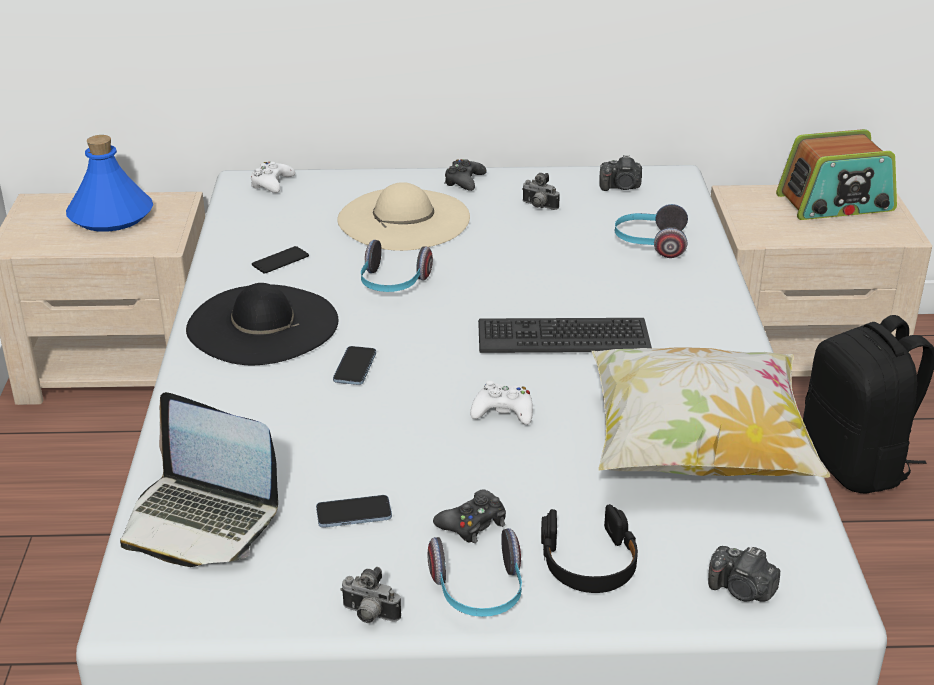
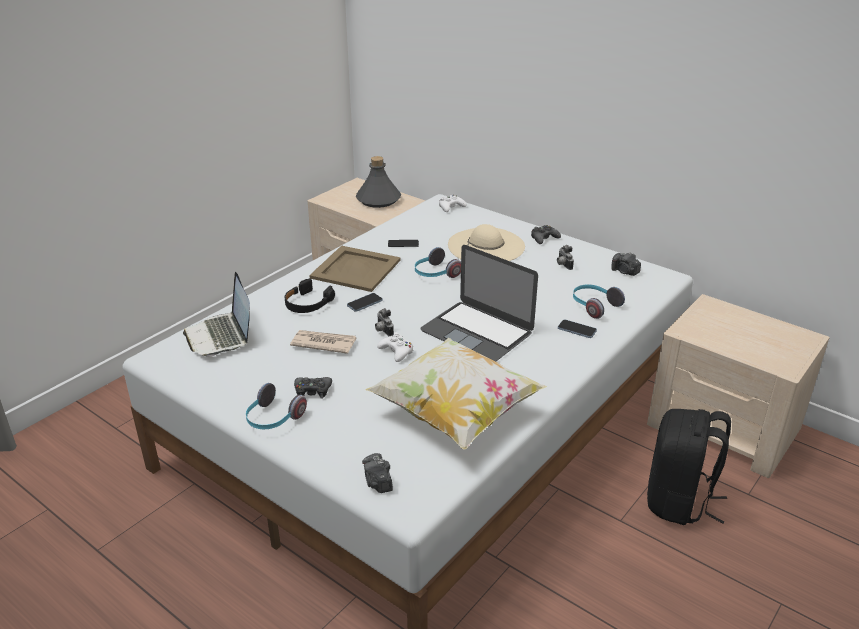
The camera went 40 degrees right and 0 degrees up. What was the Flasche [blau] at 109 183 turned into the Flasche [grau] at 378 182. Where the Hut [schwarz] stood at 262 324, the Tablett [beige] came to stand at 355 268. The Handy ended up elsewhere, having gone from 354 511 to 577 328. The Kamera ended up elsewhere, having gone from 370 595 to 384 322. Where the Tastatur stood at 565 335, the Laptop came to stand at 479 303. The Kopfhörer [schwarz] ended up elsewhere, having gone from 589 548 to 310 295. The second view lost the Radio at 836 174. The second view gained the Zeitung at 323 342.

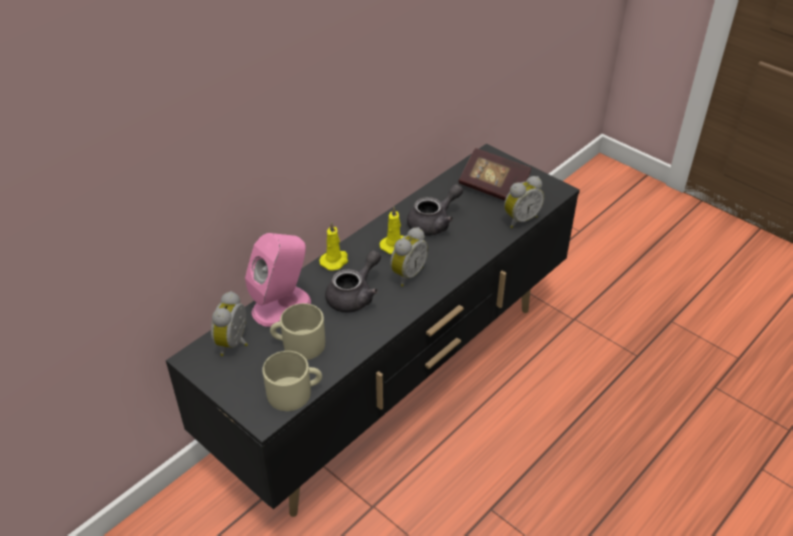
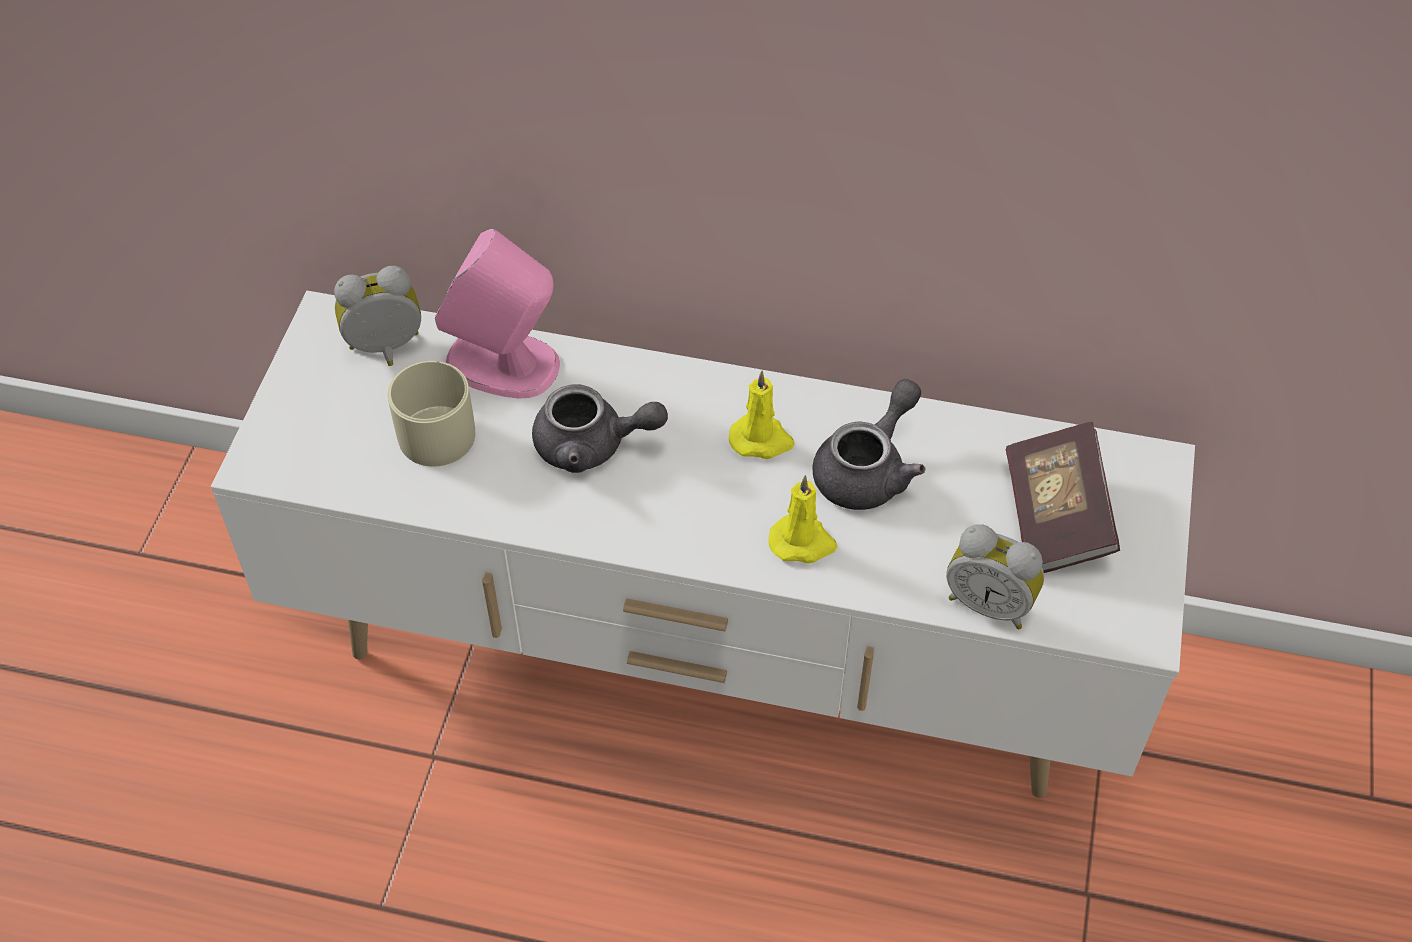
The camera went 60 degrees right and 10 degrees up. What was the Fernsehschrank [schwarz] at 373 330 turned into the Fernsehschrank [weiß] at 703 544. The second view lost the Henkelbecher [beige] at 292 381. The Kerze [gelb] ended up elsewhere, having gone from 333 246 to 803 519. The second view lost the Wecker at 409 257. The Teekanne [grau] at 435 210 ended up facing another way, 75 degrees counterclockwise from before.

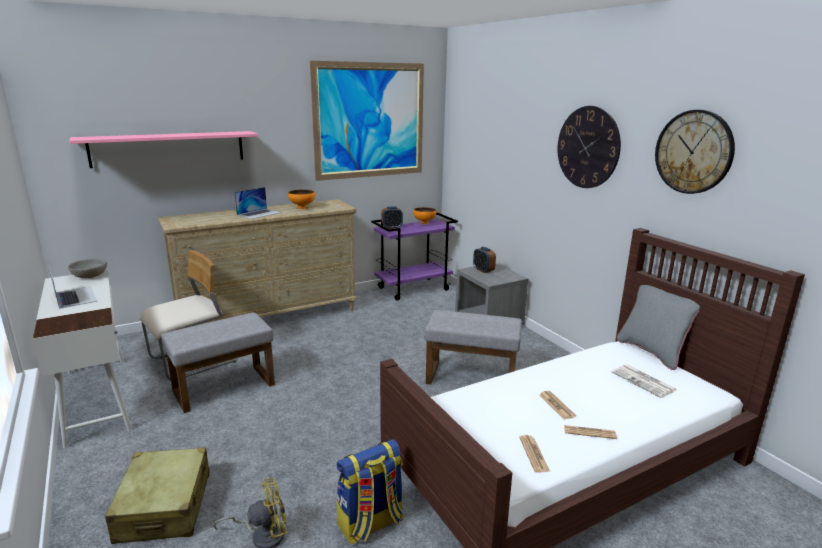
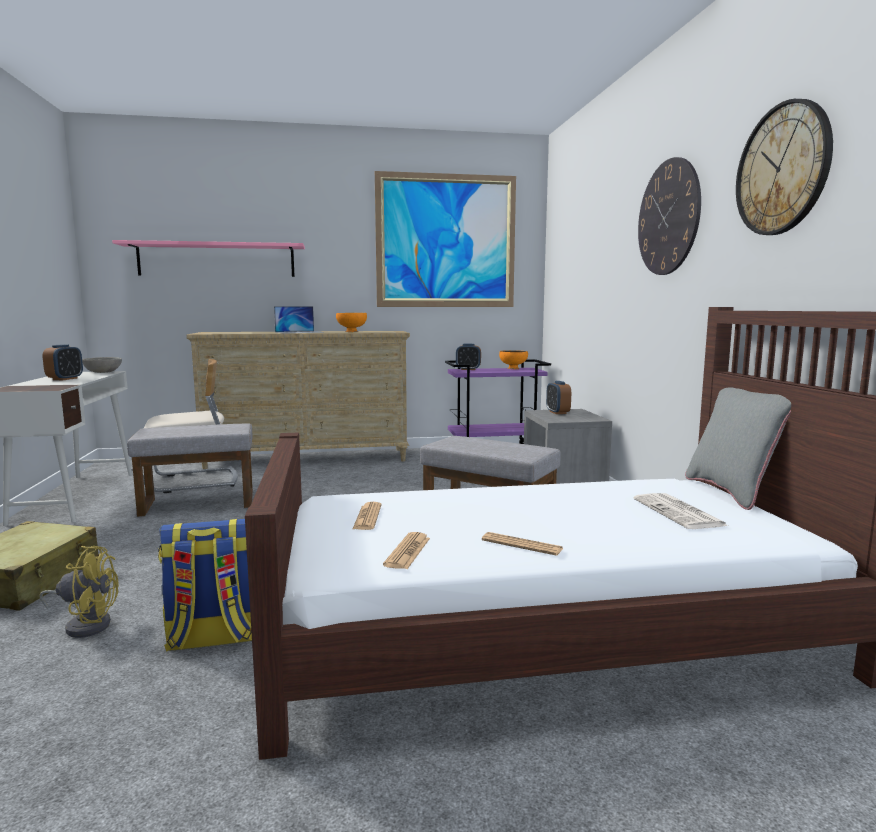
The camera went 20 degrees right and 10 degrees down. Where the Laptop stood at 72 287, the Wecker came to stand at 63 362. The Zeitung ended up elsewhere, having gone from 557 405 to 367 516.

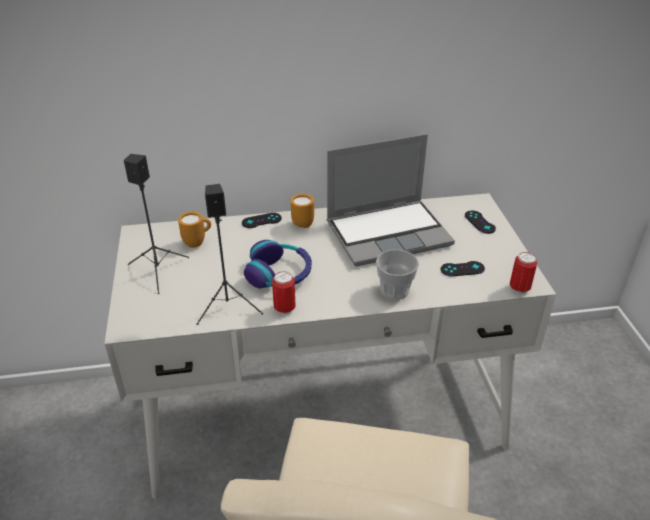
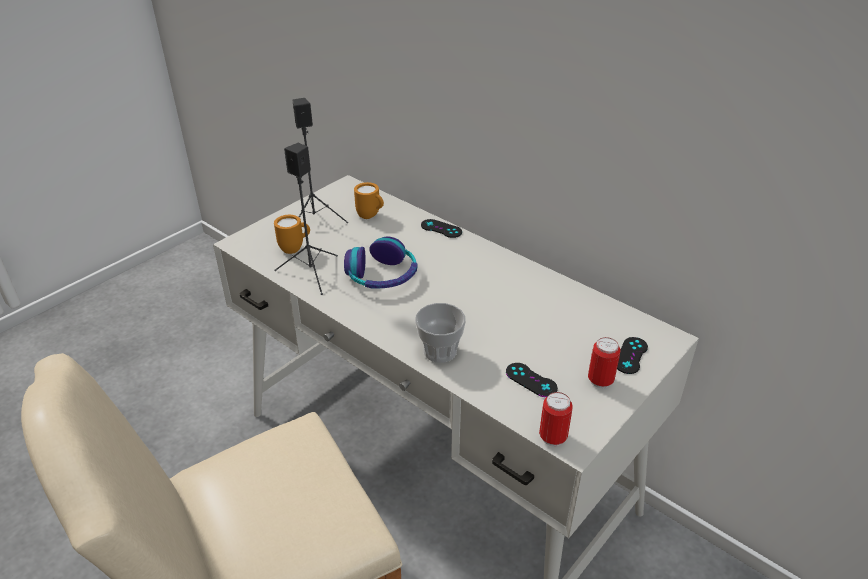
The camera went 50 degrees right and 0 degrees up. The Dose ended up elsewhere, having gone from 283 293 to 604 362. The Henkelbecher [orange] ended up elsewhere, having gone from 302 211 to 292 234. The second view lost the Laptop at 391 200.

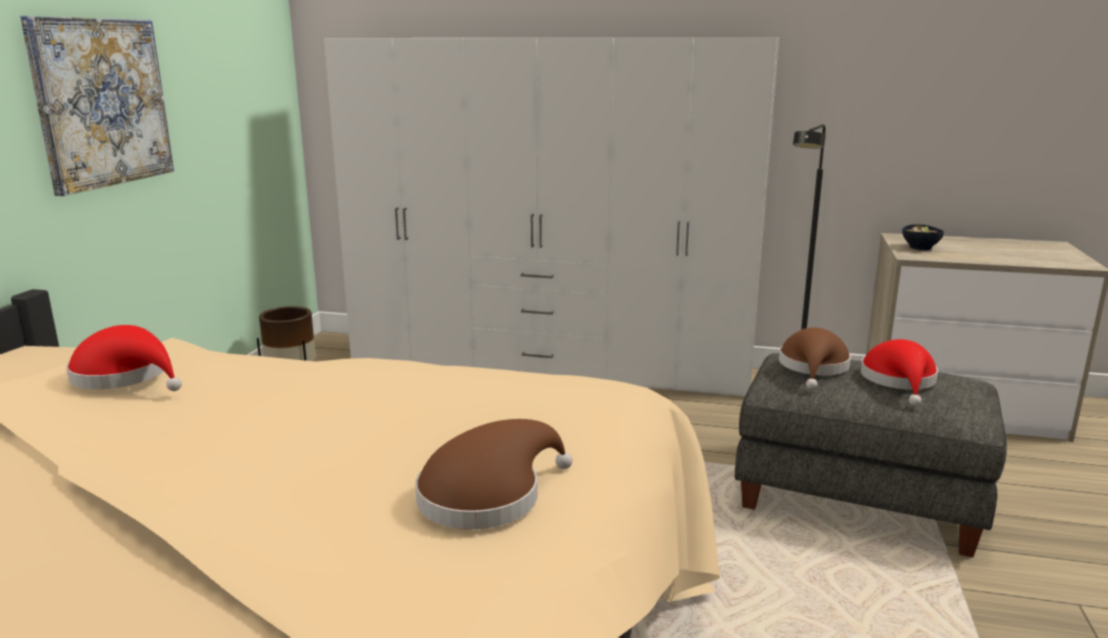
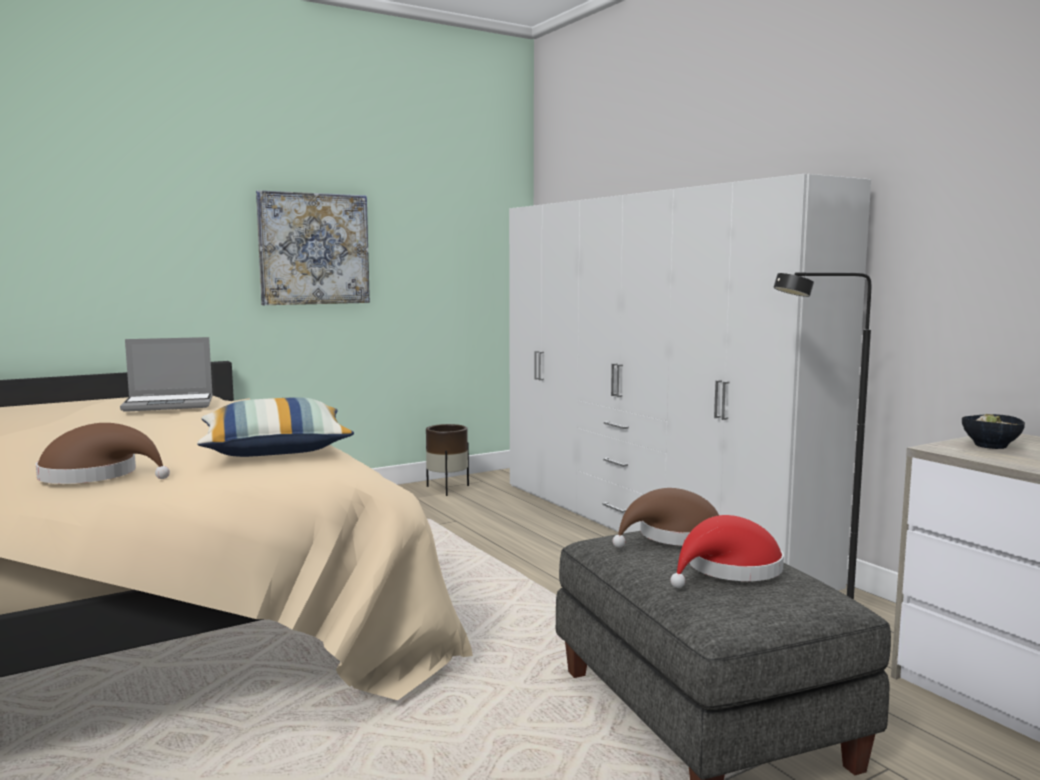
The camera went 45 degrees right and 10 degrees down. Where the Hut [rot] stood at 124 358, the Laptop came to stand at 166 374. The second view gained the Kissen at 275 427.

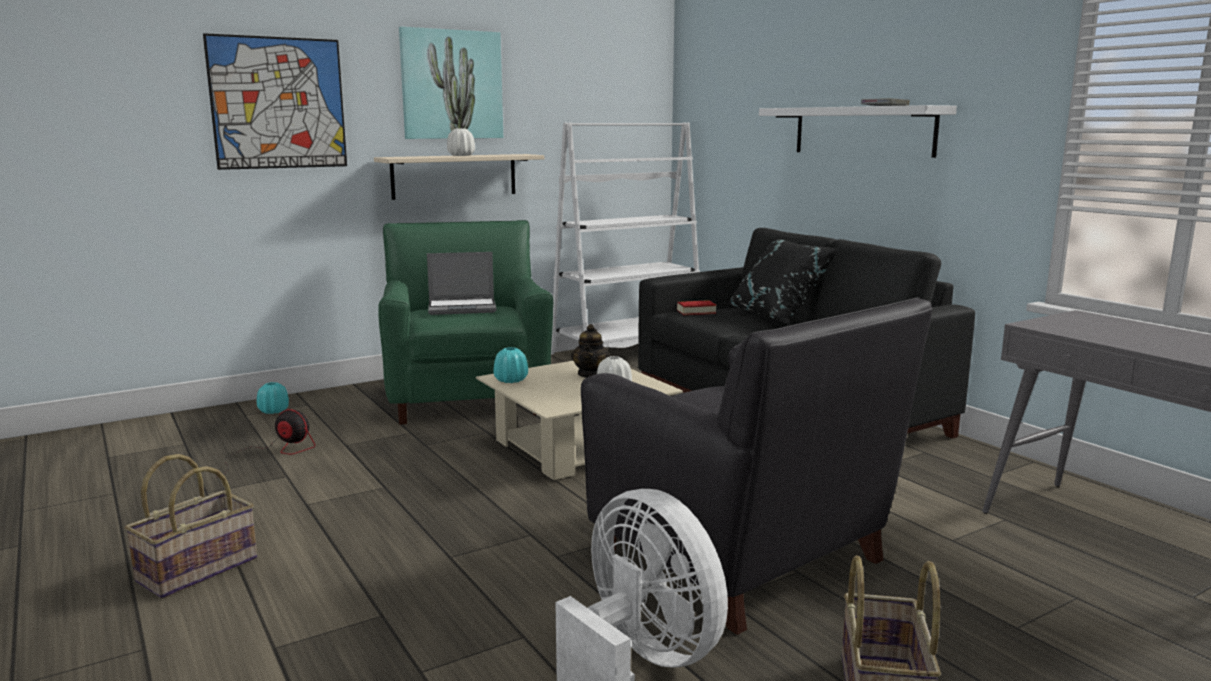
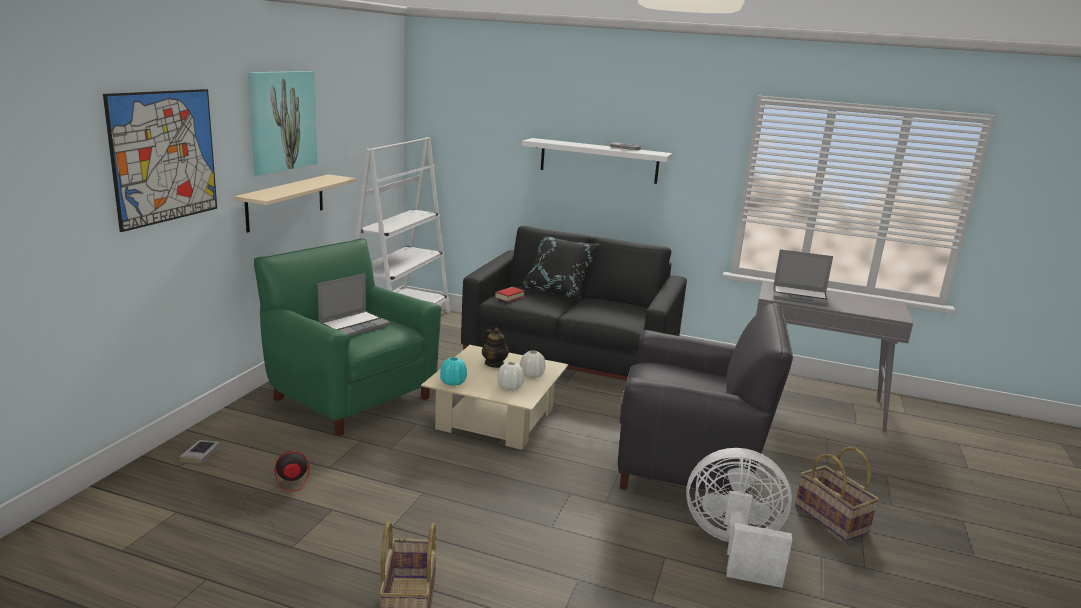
The camera went 40 degrees left and 5 degrees up. Where the Vase [türkis] stood at 273 398, the Buch came to stand at 200 451. The Vase [weiß] ended up elsewhere, having gone from 461 142 to 510 376. The second view gained the Laptop at 803 277.

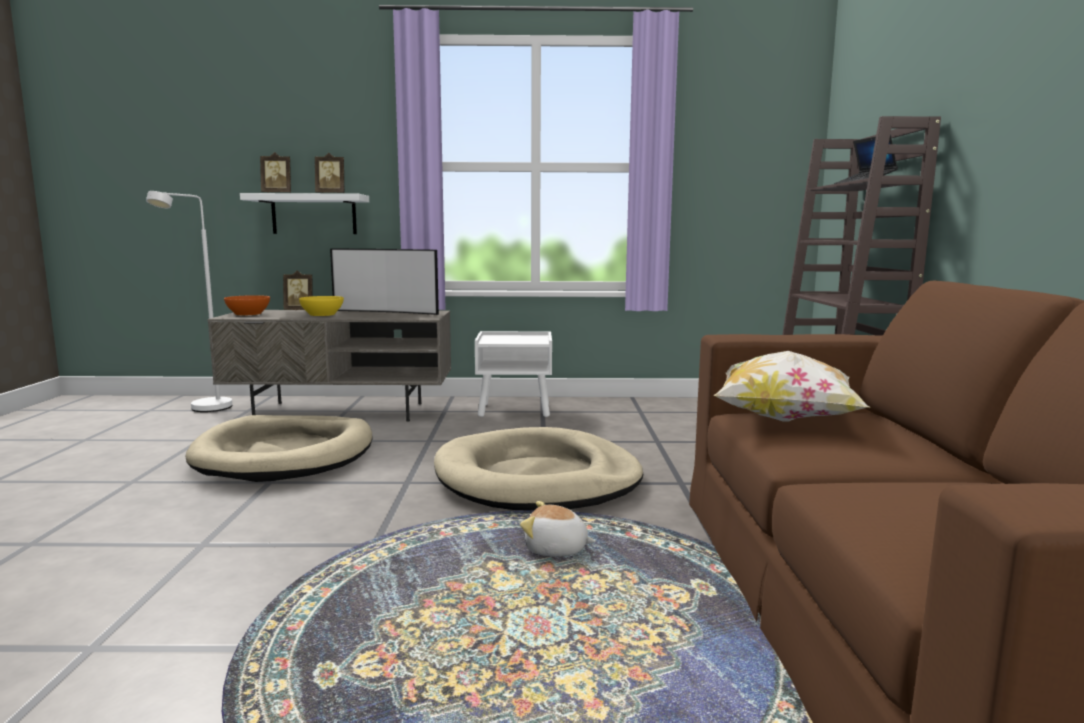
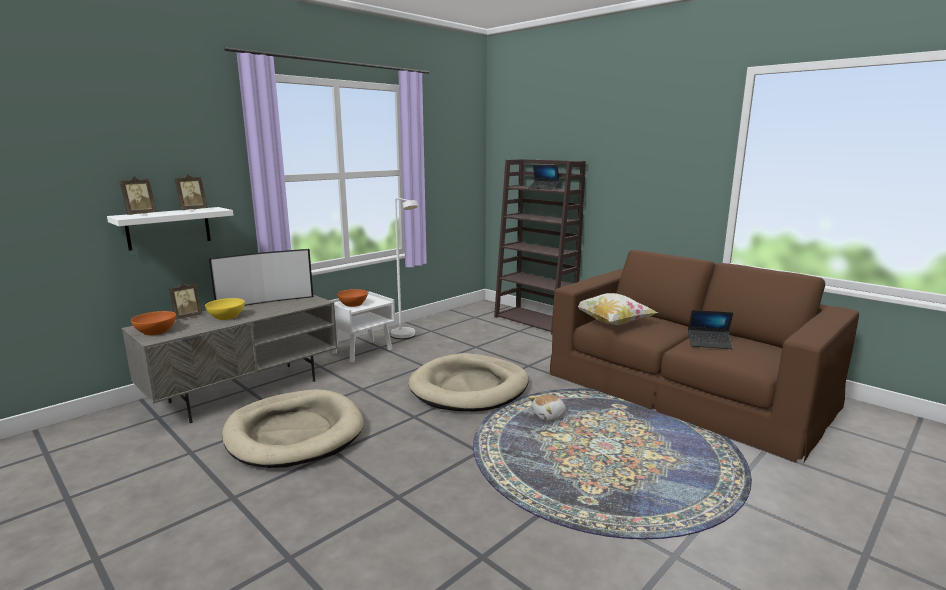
The camera went 45 degrees left and 5 degrees up. The Stehlampe [weiß] ended up elsewhere, having gone from 189 301 to 404 268. The second view gained the Schüssel [orange] at 352 298. The second view gained the Laptop at 710 329.

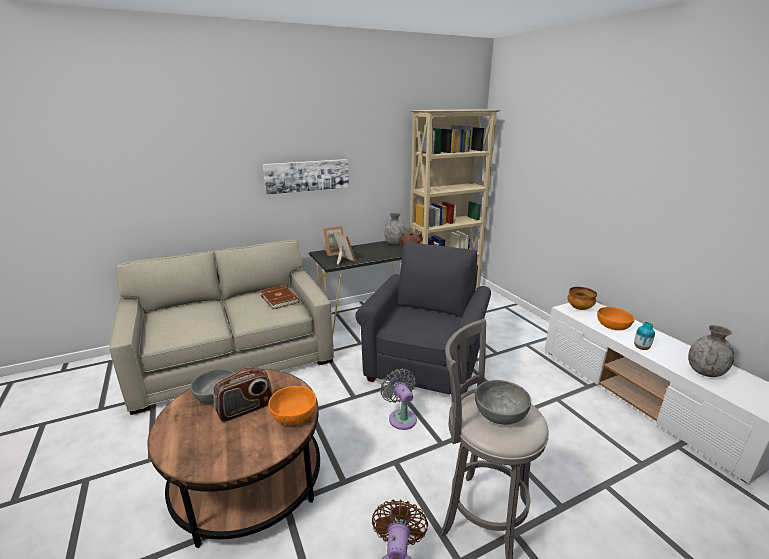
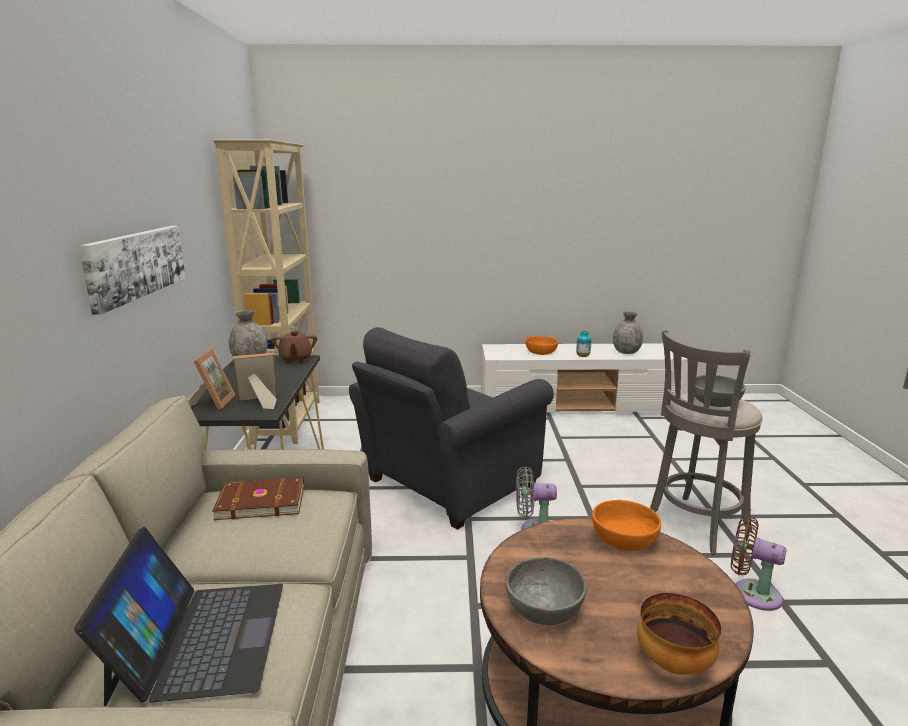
The camera went 65 degrees left and 5 degrees down. The second view lost the Radio at 243 394. The Sessel [grau] at 423 318 ended up facing another way, 90 degrees counterclockwise from before. The Schüssel ended up elsewhere, having gone from 582 298 to 679 634. The second view gained the Laptop at 178 616.

